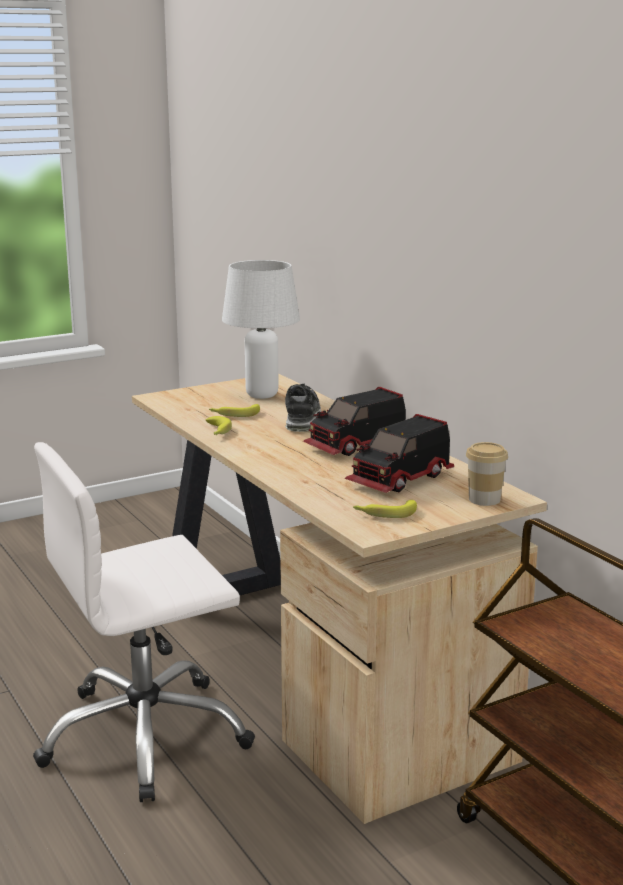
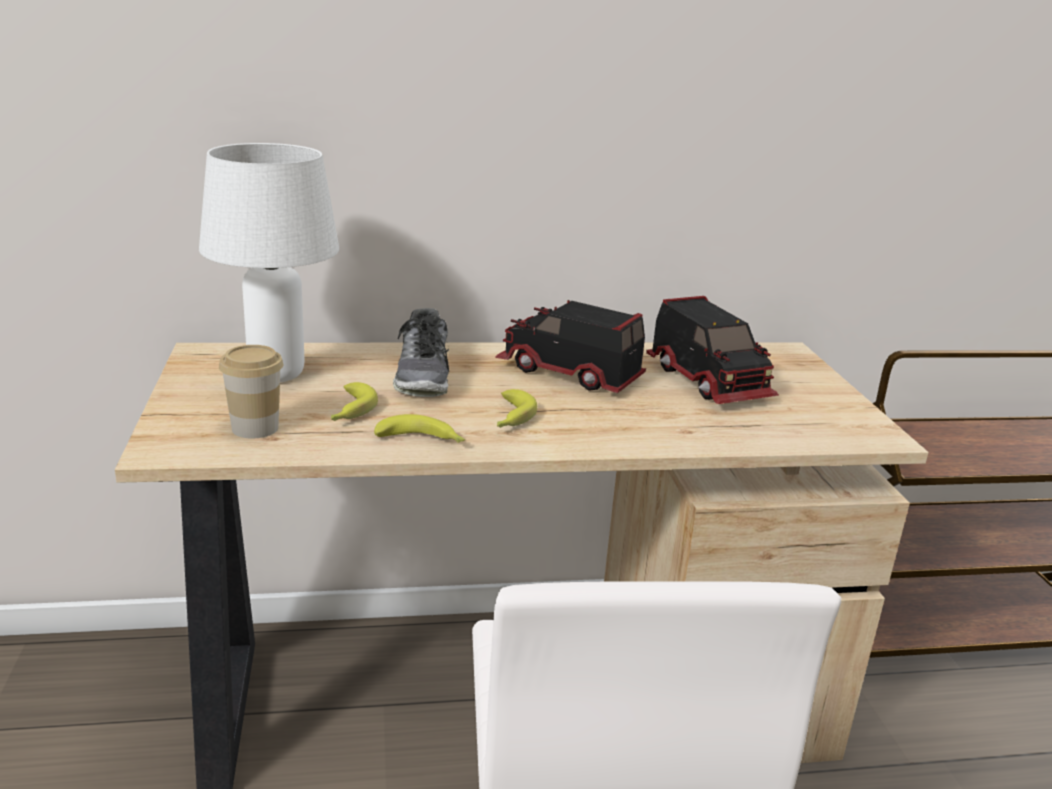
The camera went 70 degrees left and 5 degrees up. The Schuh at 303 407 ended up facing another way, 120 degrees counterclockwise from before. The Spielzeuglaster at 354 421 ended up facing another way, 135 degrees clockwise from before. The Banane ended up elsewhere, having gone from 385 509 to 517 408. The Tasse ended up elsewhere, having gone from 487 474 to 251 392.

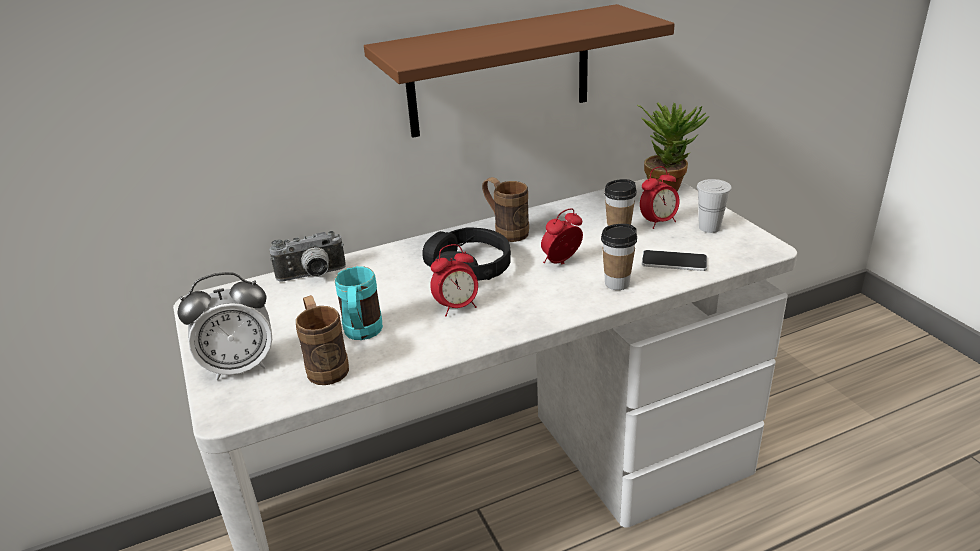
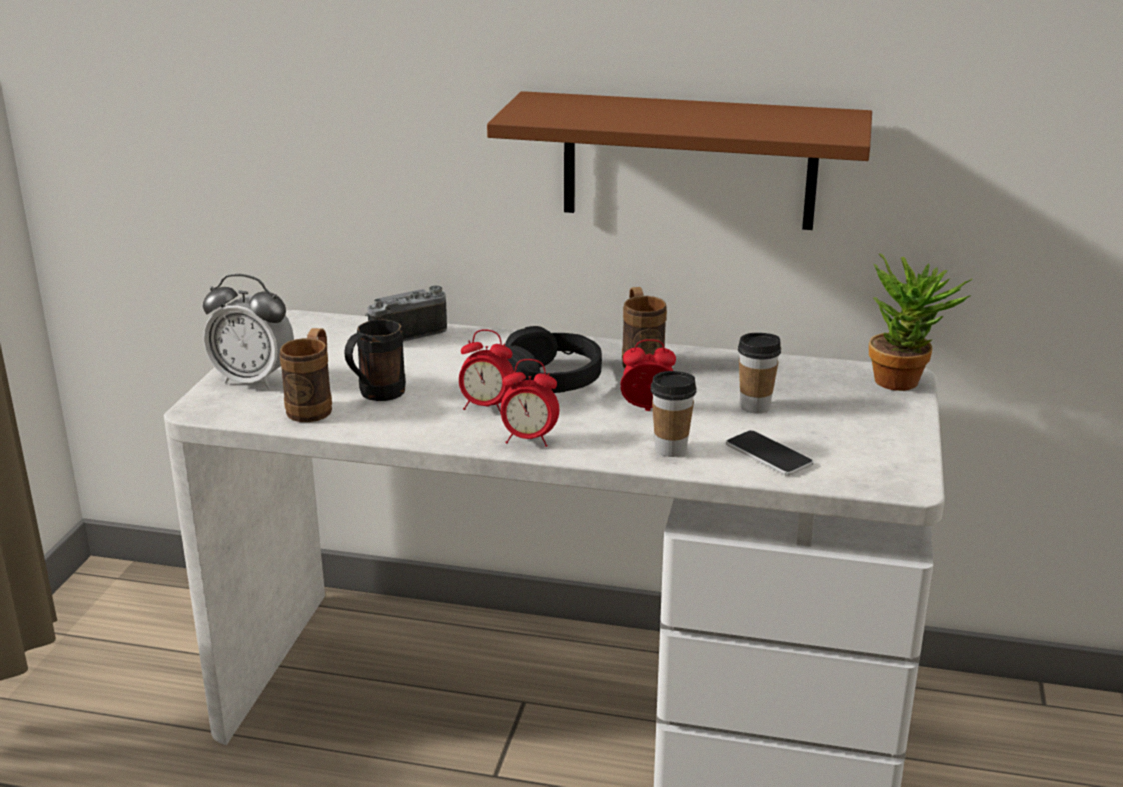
The camera went 35 degrees right and 5 degrees down. The Kamera at 307 256 ended up facing another way, 135 degrees clockwise from before. What was the Henkelbecher [türkis] at 359 303 turned into the Henkelbecher [schwarz] at 375 360. The Wecker ended up elsewhere, having gone from 660 197 to 530 403. The second view lost the Tasse [weiß] at 714 206.

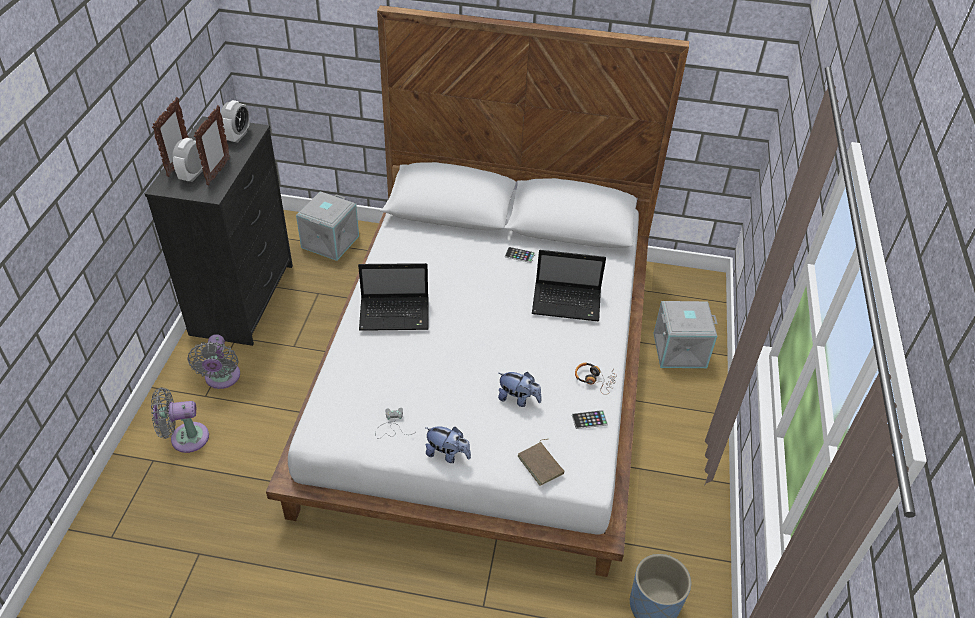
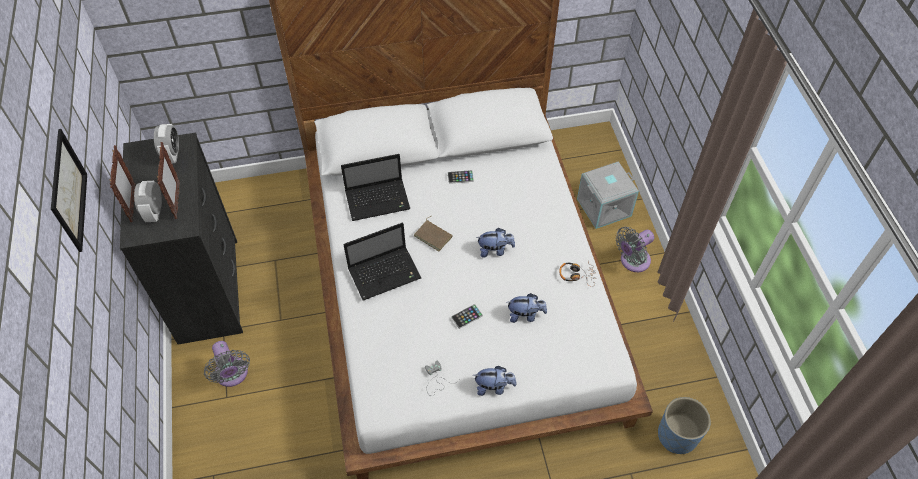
The camera went 20 degrees left and 10 degrees up. The Ventilator [grau] ended up elsewhere, having gone from 180 420 to 634 249. The second view lost the Aufbewahrungsbox [grau] at 327 226. The Buch [braun] ended up elsewhere, having gone from 541 462 to 433 233. The Laptop ended up elsewhere, having gone from 569 285 to 375 187. The Handy ended up elsewhere, having gone from 590 419 to 467 316. The second view gained the Bild at 69 190. The second view gained the Plüschtier at 495 243.

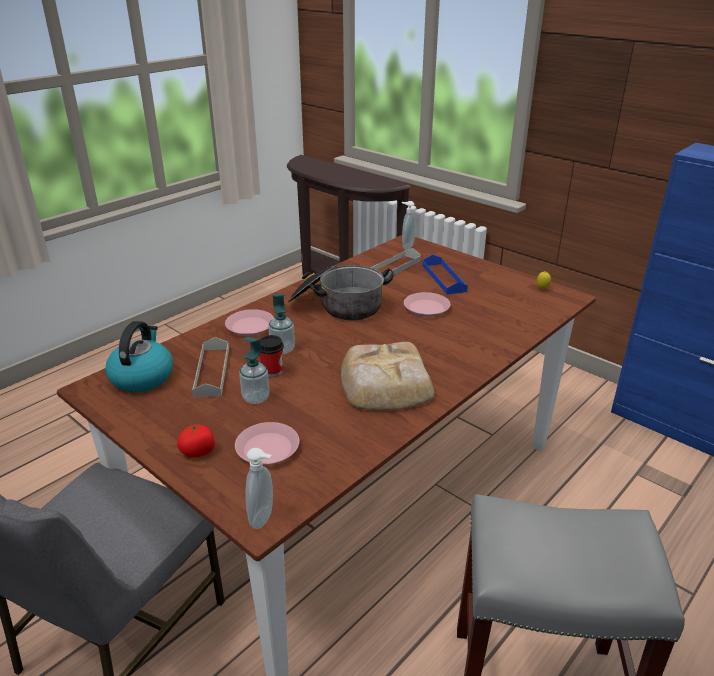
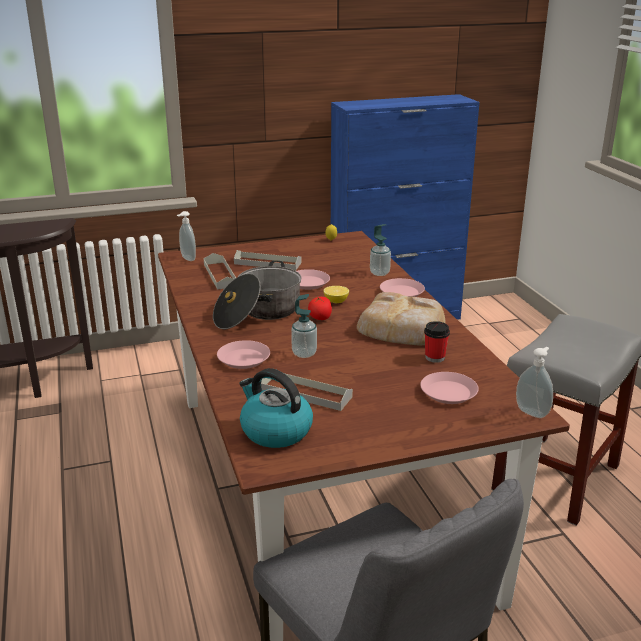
The camera went 60 degrees left and 5 degrees down. The Tomate ended up elsewhere, having gone from 196 440 to 320 308. The Seifenspender ended up elsewhere, having gone from 254 370 to 380 250. The Tasse ended up elsewhere, having gone from 271 356 to 437 342. What was the Tablett [blau] at 445 275 turned into the Tablett [grau] at 267 260. The second view gained the Zitrone at 336 294. The second view gained the Teller [rosa] at 402 287.

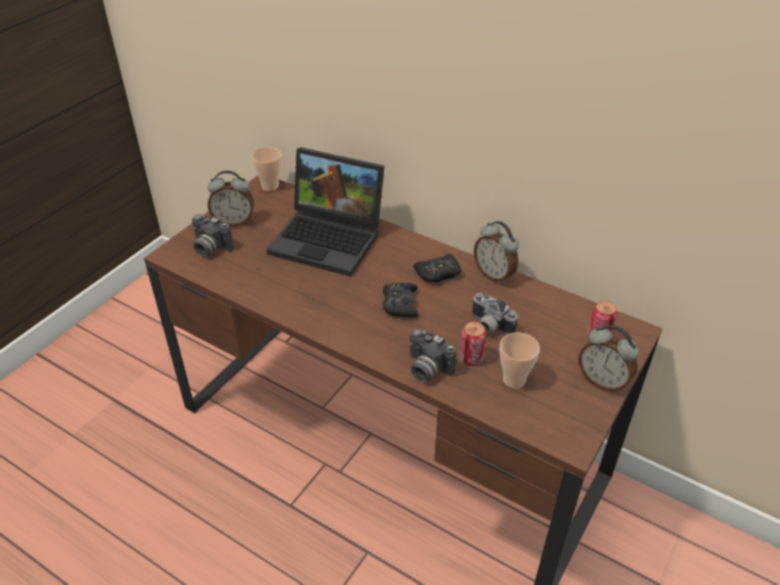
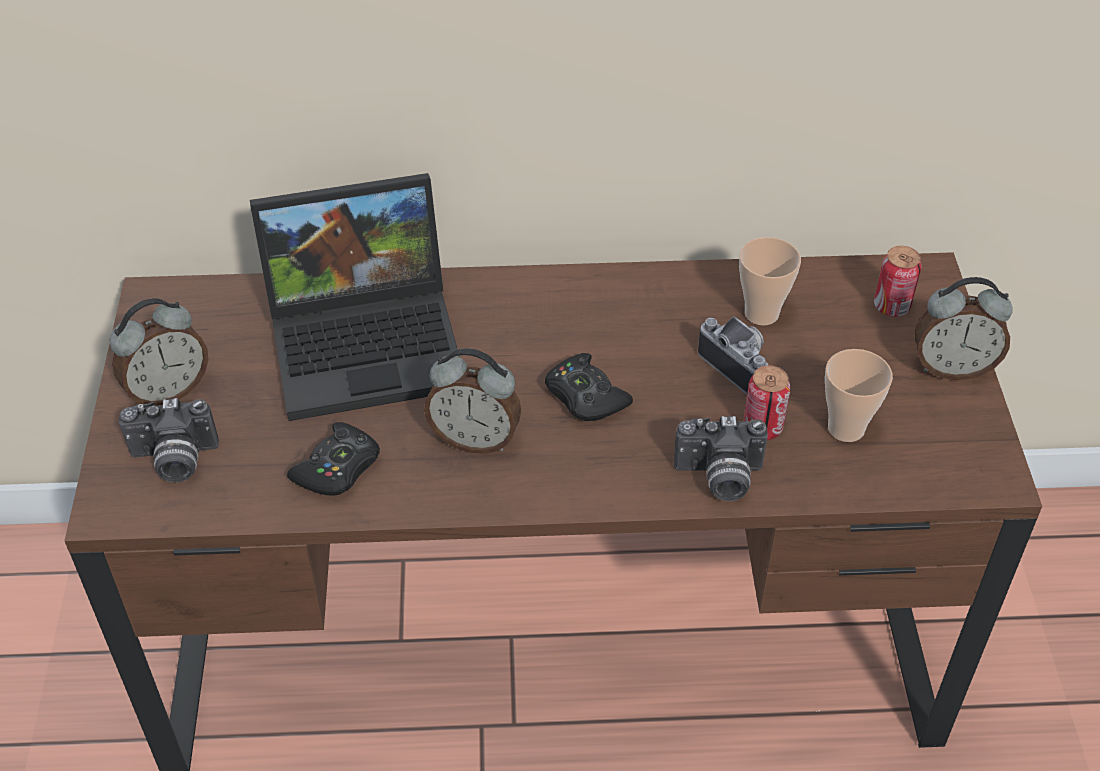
The camera went 35 degrees left and 5 degrees up. The Tasse ended up elsewhere, having gone from 267 169 to 770 281. The Gamepad [schwarz] ended up elsewhere, having gone from 437 268 to 333 459. The Kamera at 495 314 ended up facing another way, 135 degrees counterclockwise from before. The Wecker ended up elsewhere, having gone from 496 252 to 472 401.

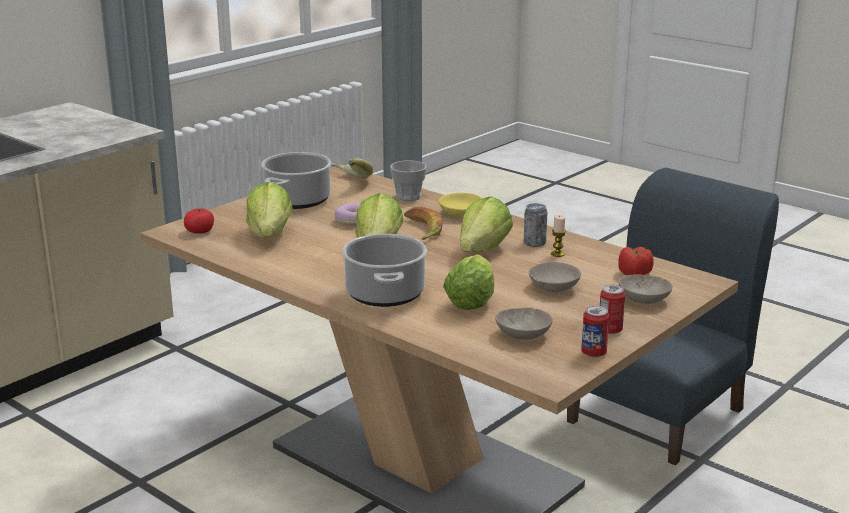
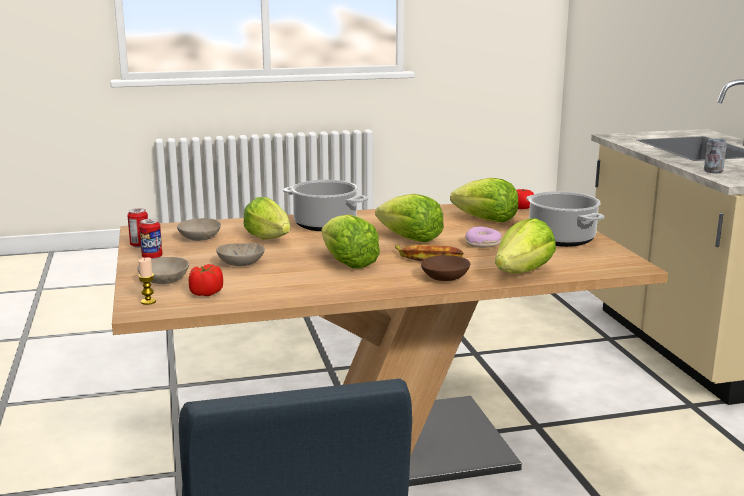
The camera went 125 degrees right and 5 degrees down. The second view lost the Banane at 352 168. Where the Tasse stood at 408 180, the Salatkopf came to stand at 525 246. What was the Schüssel [gelb] at 460 205 turned into the Schüssel [braun] at 445 268. The Dose ended up elsewhere, having gone from 536 225 to 715 156. The Kerze ended up elsewhere, having gone from 558 235 to 147 281.

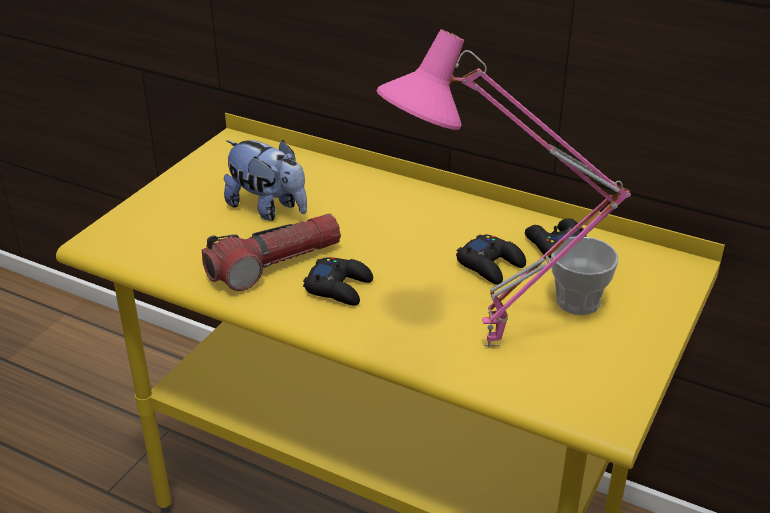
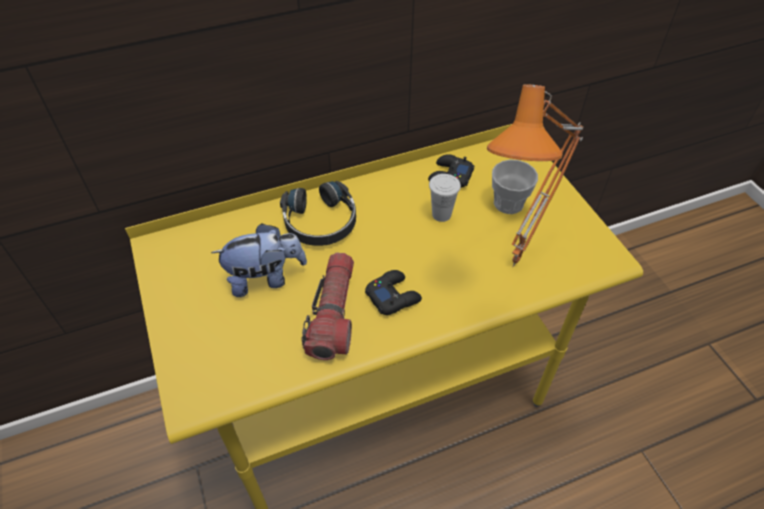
The camera went 50 degrees left and 15 degrees up. What was the Tischlampe [rosa] at 504 188 turned into the Tischlampe [orange] at 535 176. Where the Gamepad [schwarz] stood at 491 259, the Tasse [weiß] came to stand at 445 198. The second view gained the Kopfhörer [schwarz] at 318 213.

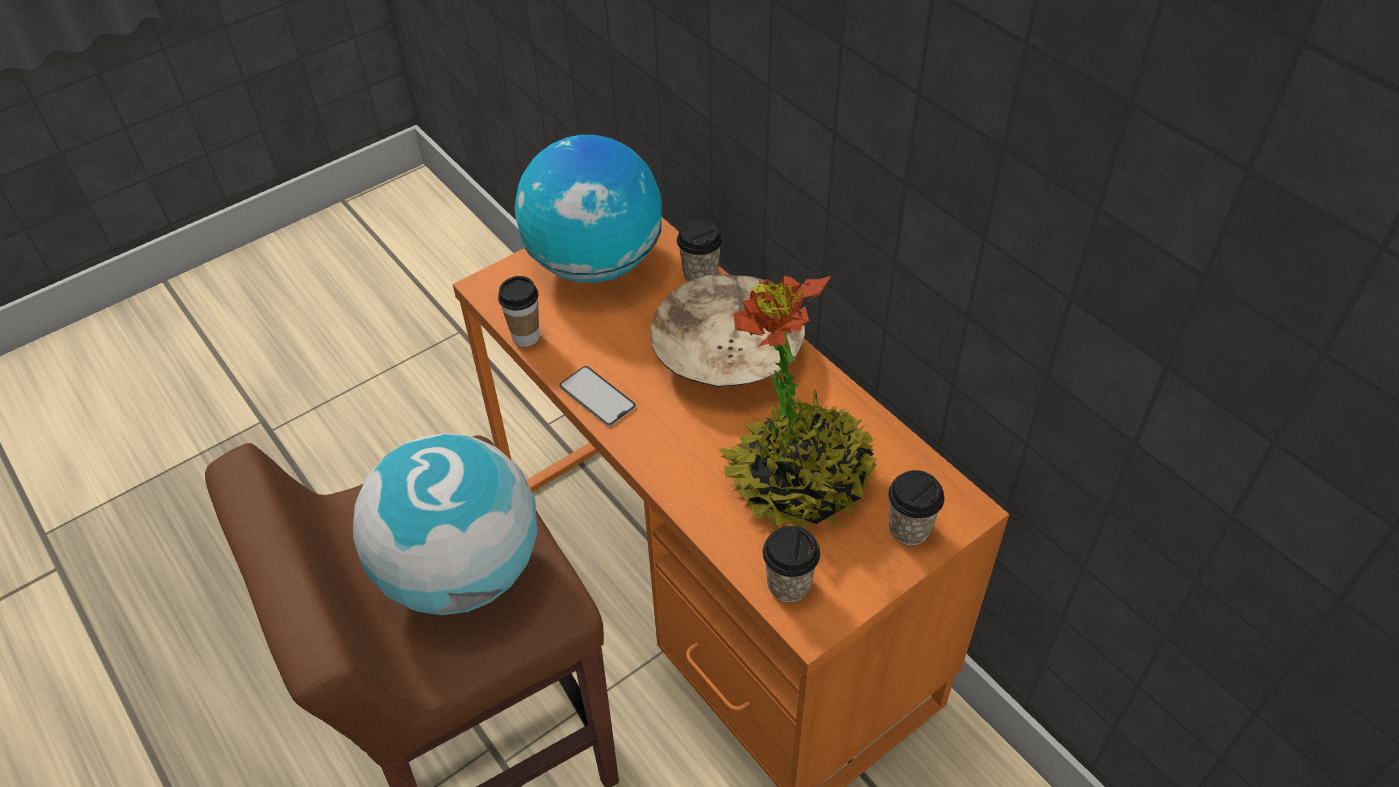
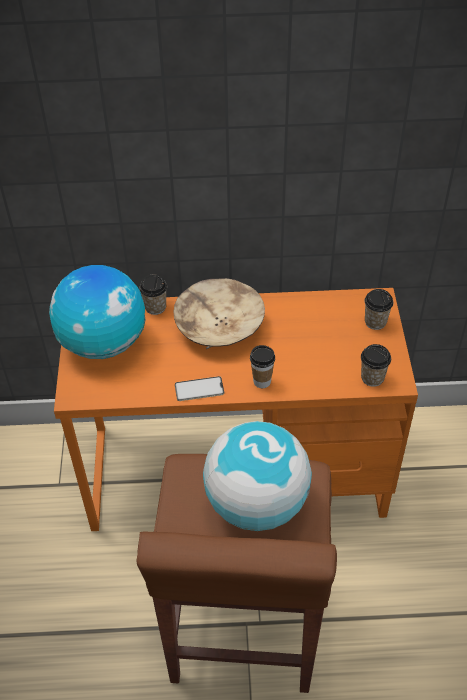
The camera went 55 degrees left and 0 degrees up. The Tasse ended up elsewhere, having gone from 519 311 to 262 366. The second view lost the Topfpflanze at 798 402.

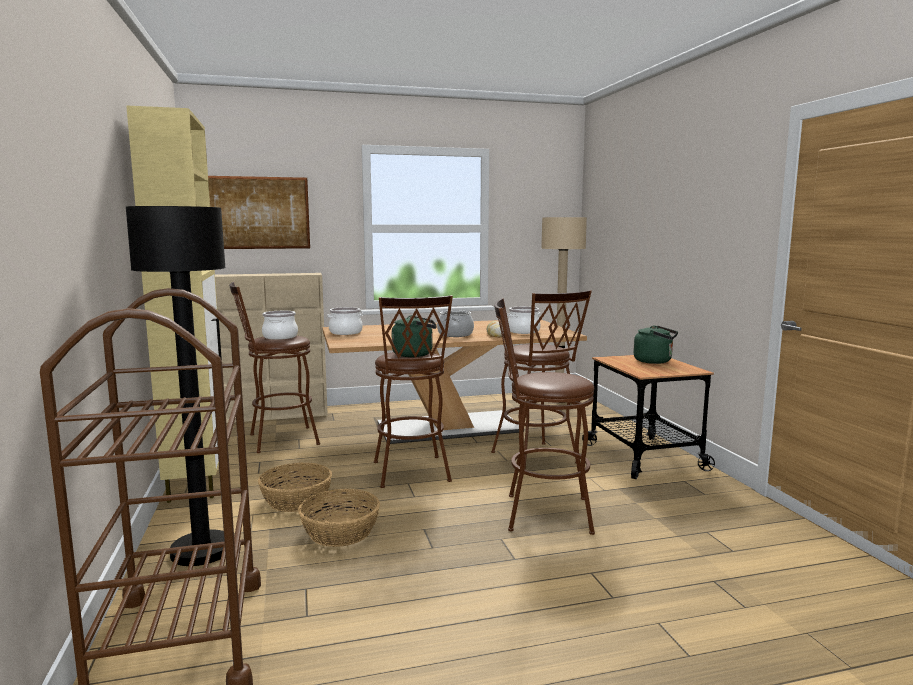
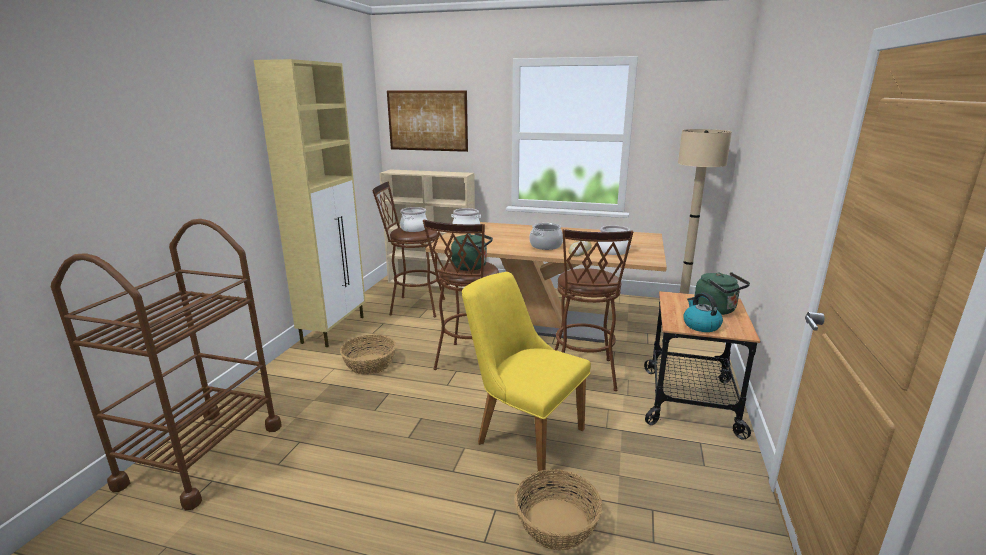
The camera went 30 degrees right and 10 degrees up. The second view lost the Stehlampe [schwarz] at 176 386. The Korb ended up elsewhere, having gone from 339 518 to 558 509. Where the Hocker [braun] stood at 544 416, the Stuhl [gelb] came to stand at 526 375. The second view gained the Wasserkessel at 703 312.

